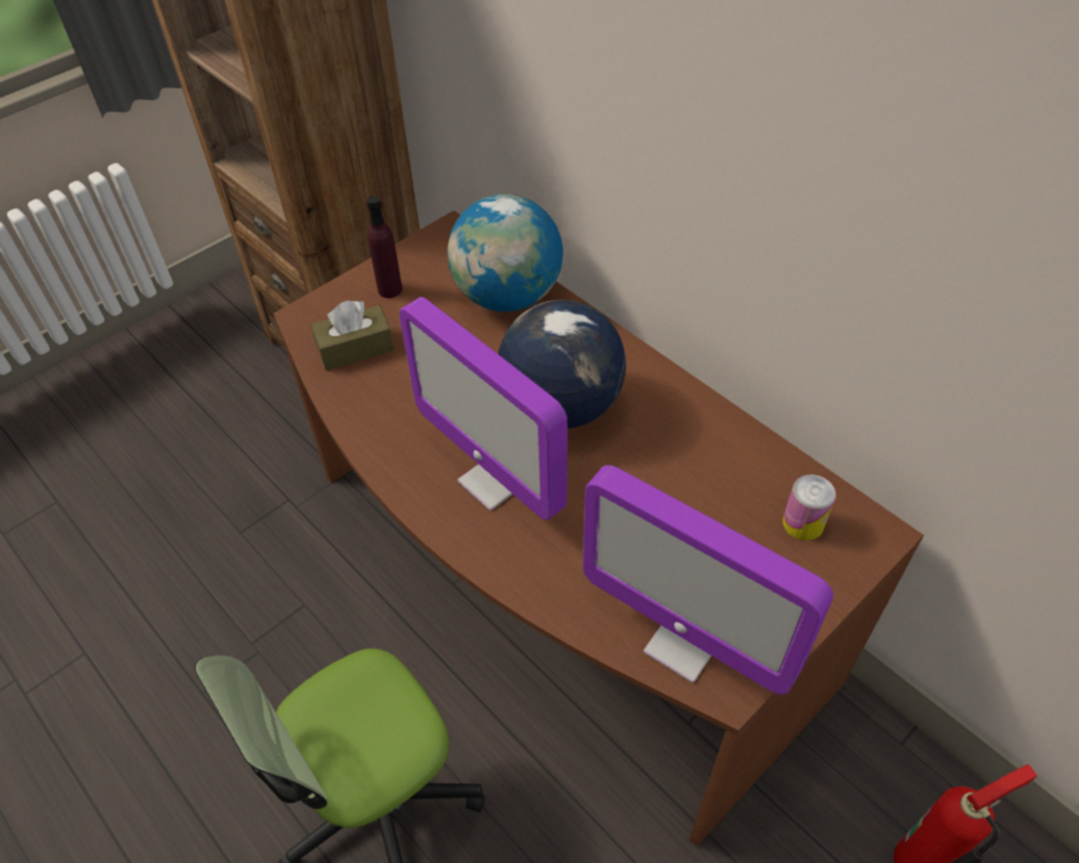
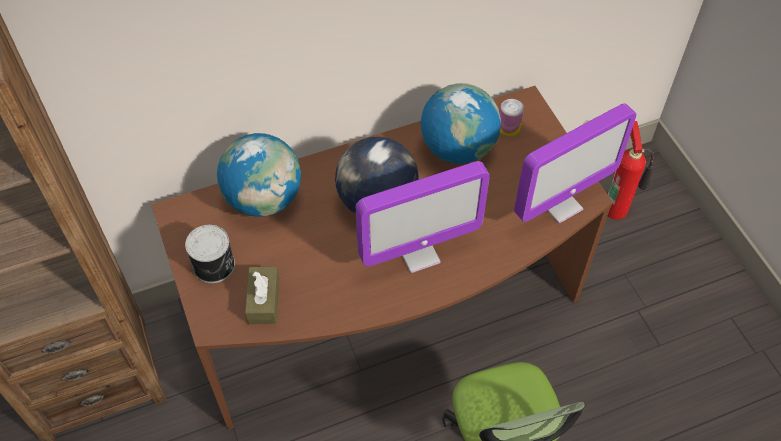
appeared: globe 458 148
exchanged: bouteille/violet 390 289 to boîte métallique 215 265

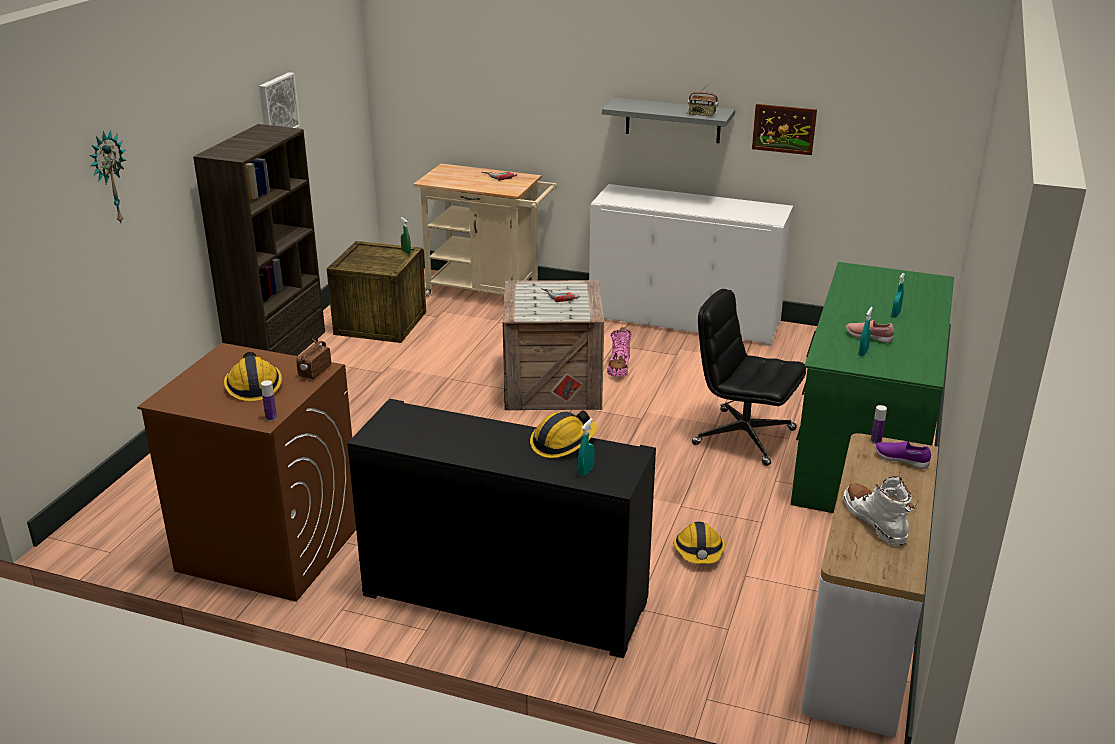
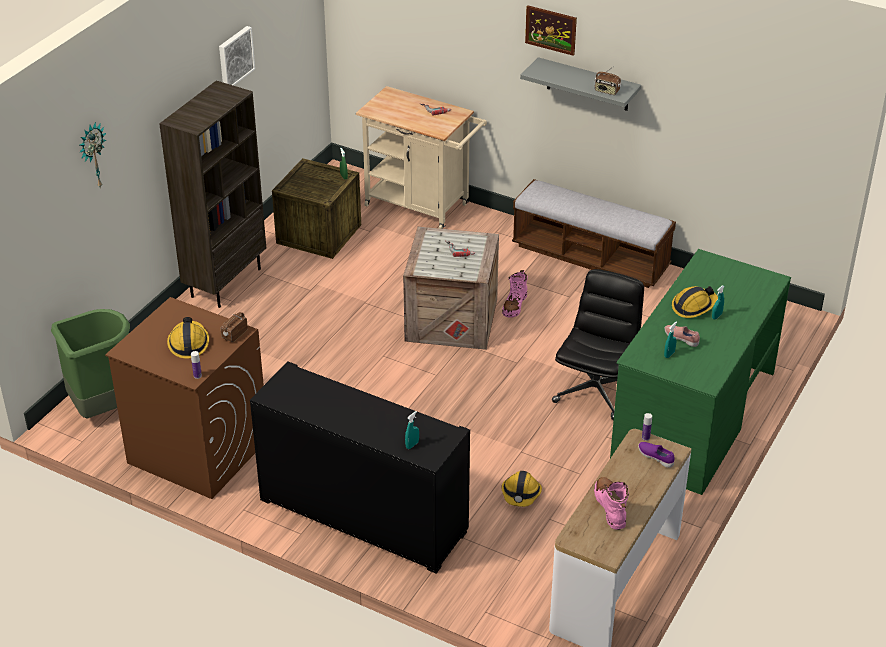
appeared: poubelle/vert 103 407
relocated: casque de chantier 563 442 to 694 306; tableau 784 129 to 551 30
exchanged: meuble de rangement/blanc 684 320 to banc 590 257
colour: botte/blanc 875 521 to botte/rose 610 507
spun: chaise de bureau/noir 742 437 = 595 391 75 degrees clockwise

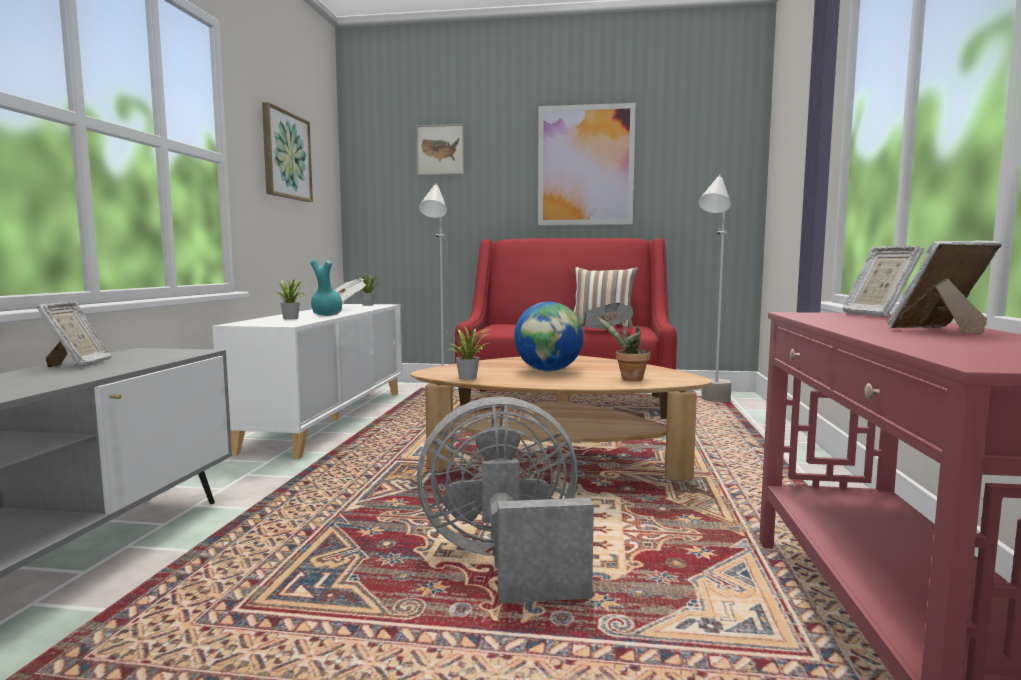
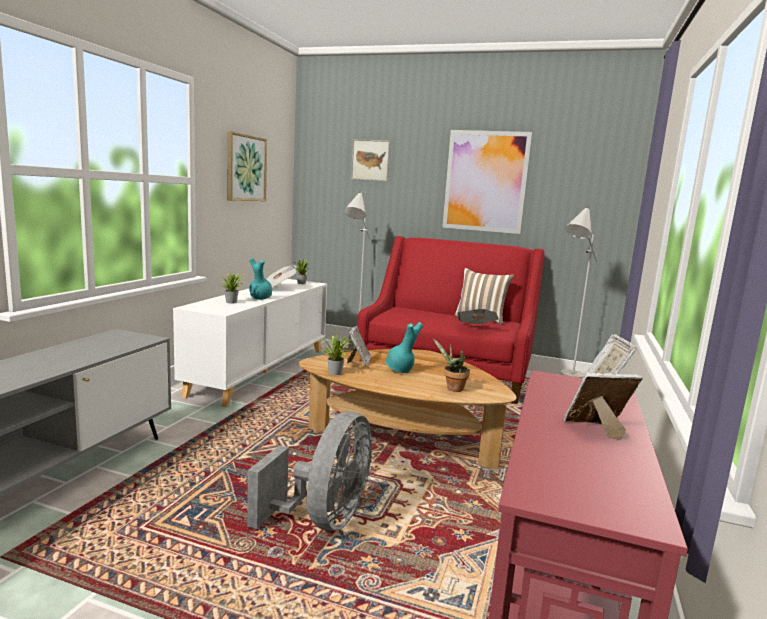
relocated: cadre photo 78 364 to 359 362
exchanged: globe 548 371 to vase/turquoise 400 371
spun: ventilateur/gris 506 562 = 323 519 105 degrees clockwise

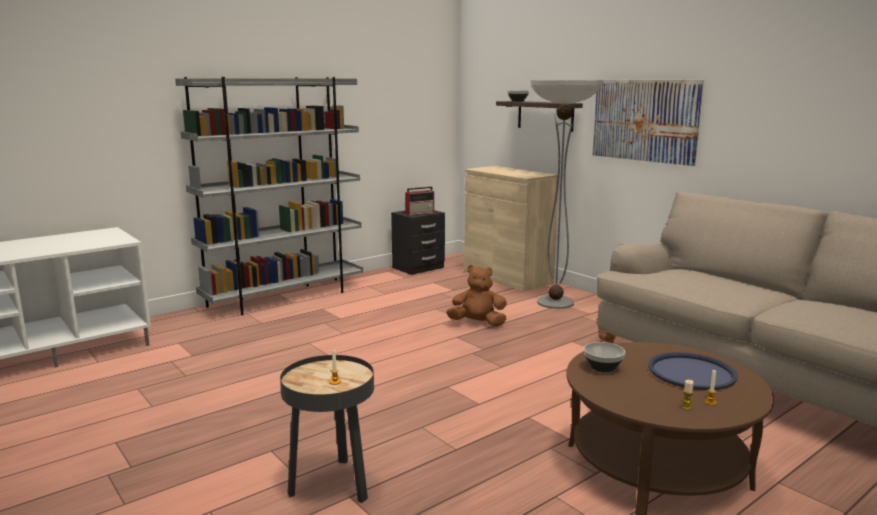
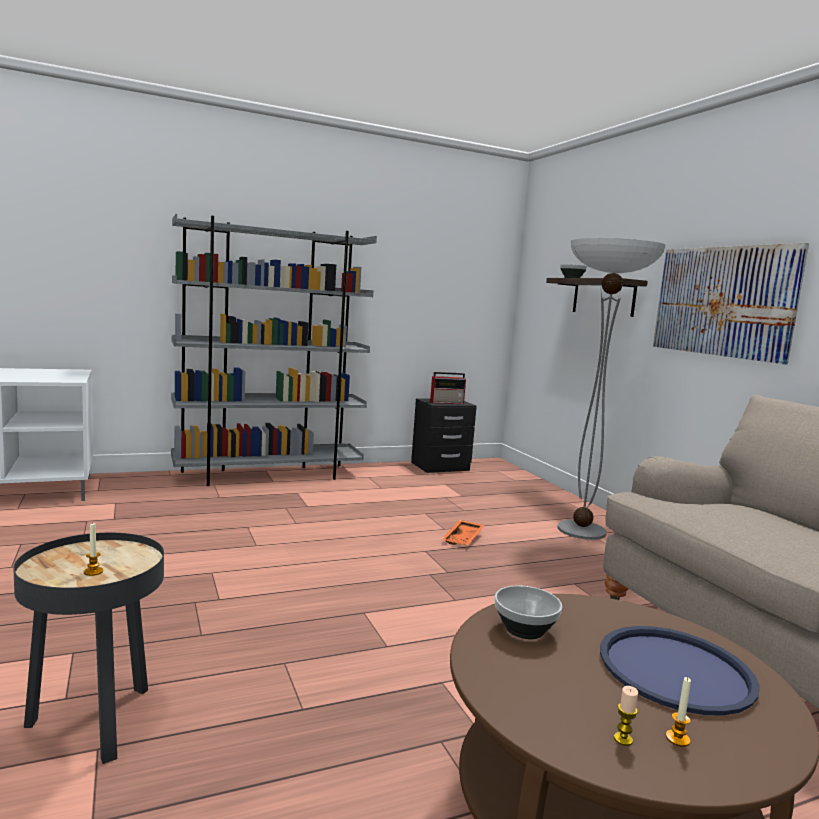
missing: meuble de rangement/beige 507 277
exchanged: peluche/marron 477 323 to plateau/orange 463 539

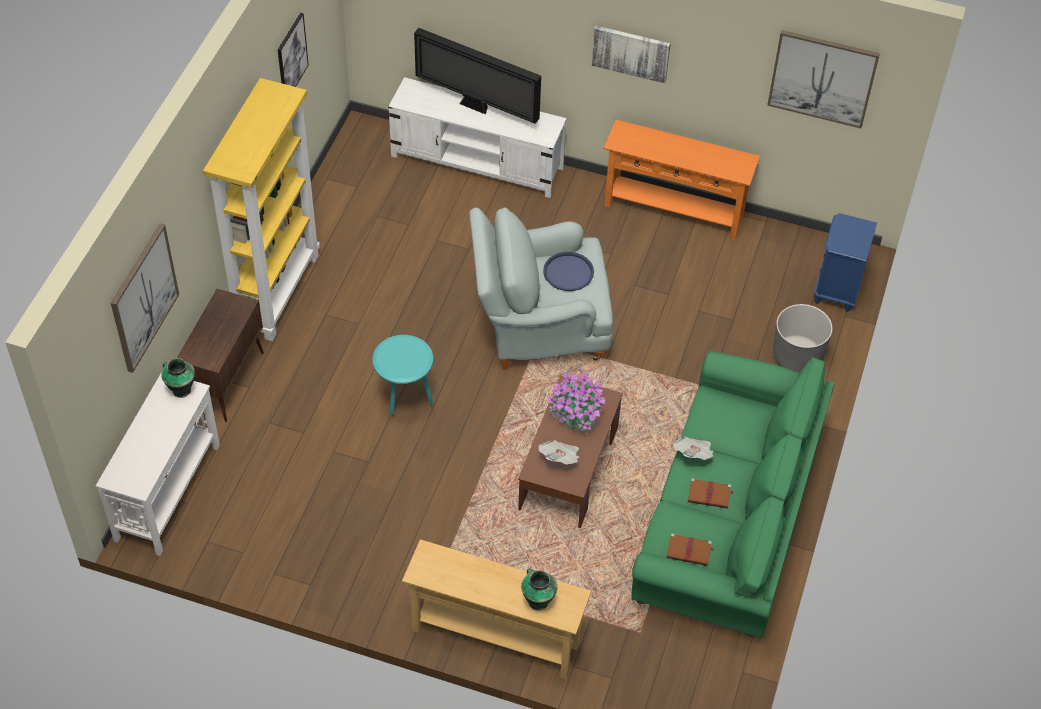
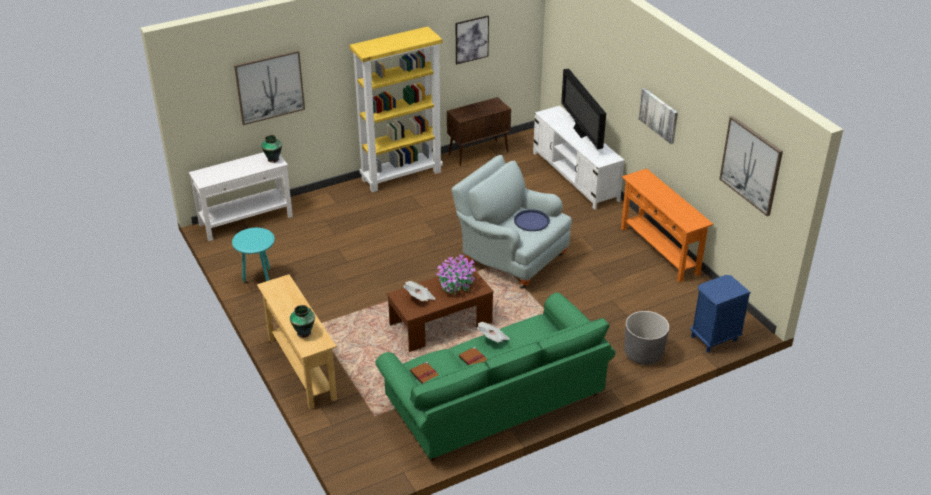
relocated: meuble de rangement/marron 227 380 to 479 153; table d'appoint/turquoise 405 403 to 259 281

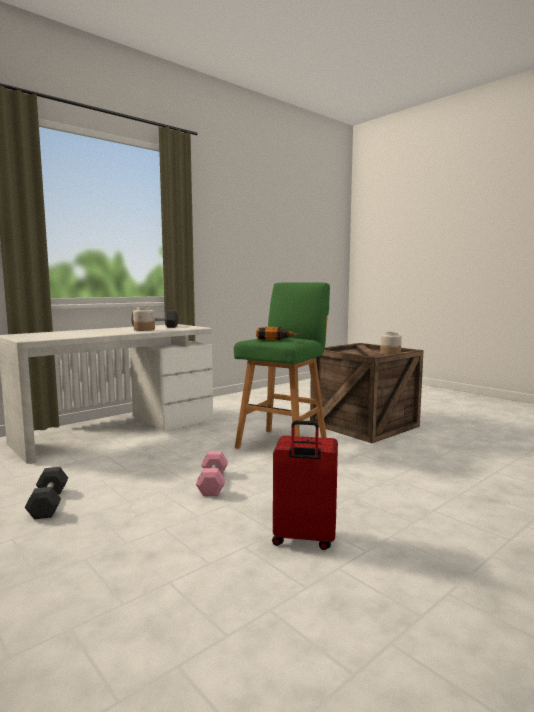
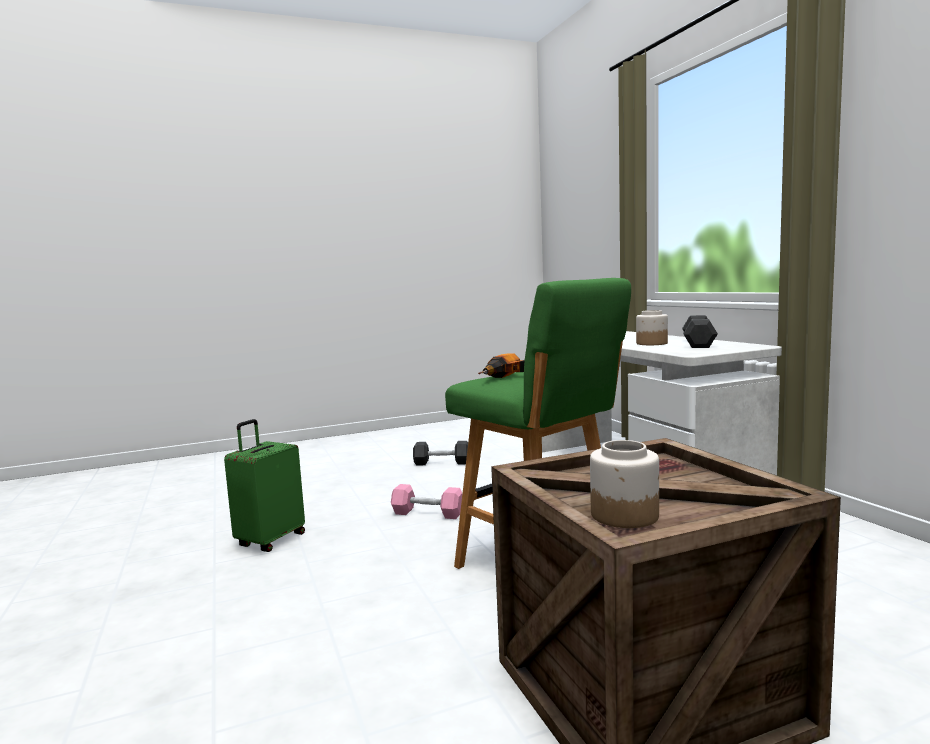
colour: valise/rouge 304 539 to valise/vert 270 540

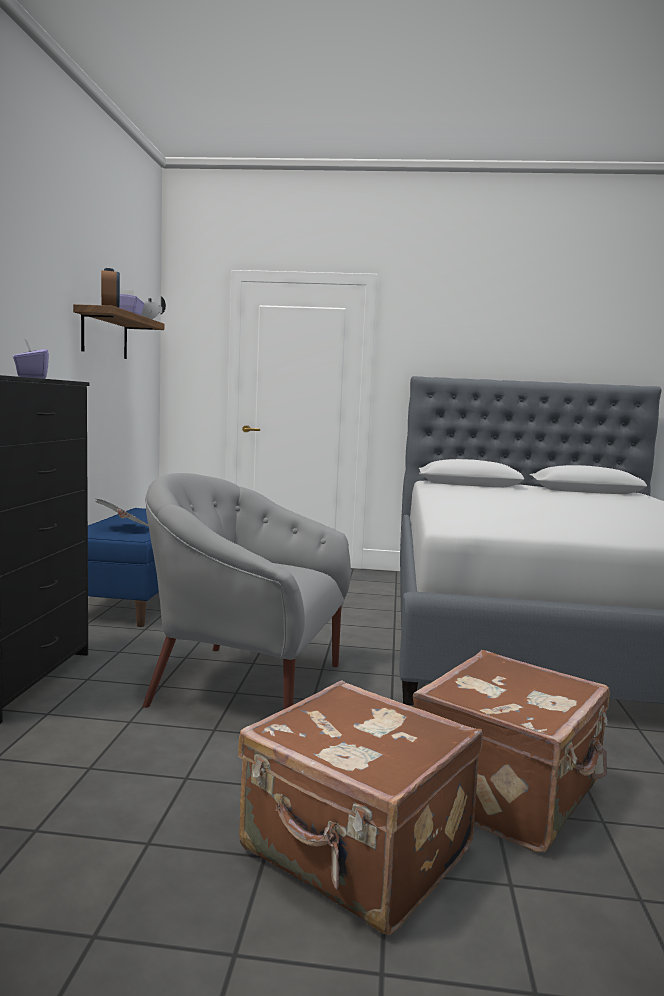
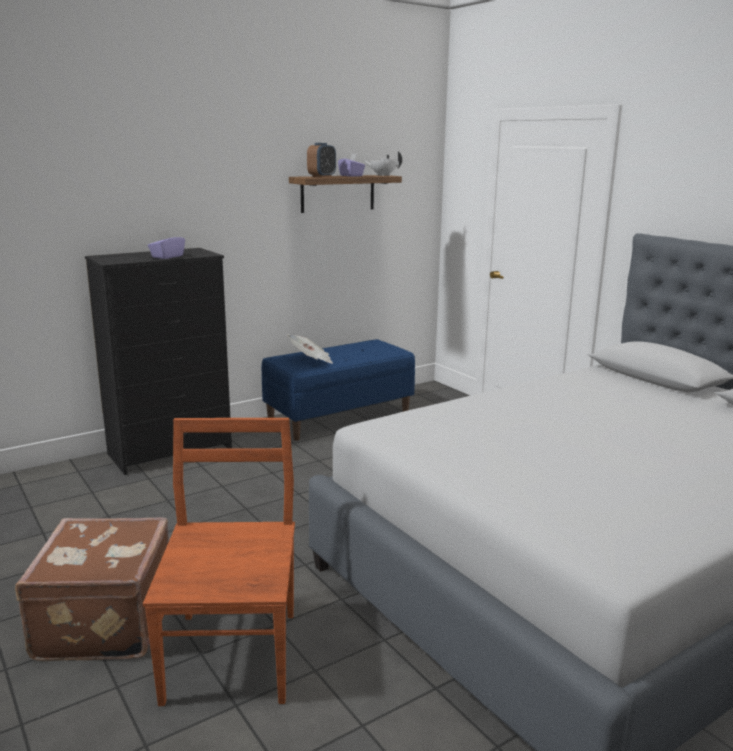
missing: fauteuil/gris 246 685
exchanged: valise/marron 509 792 to chaise/marron 233 652

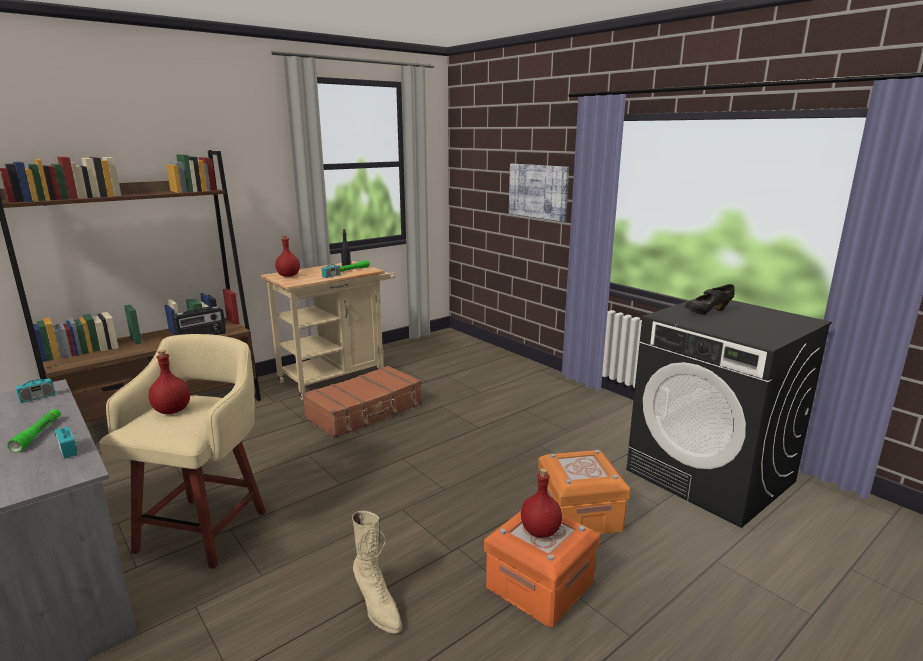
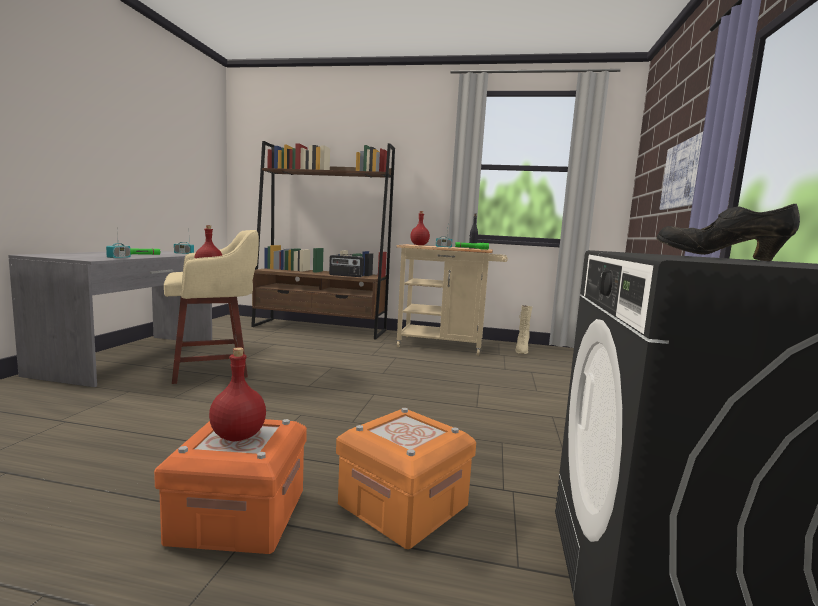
missing: valise/marron 365 411
relocated: botte/beige 377 607 to 521 350

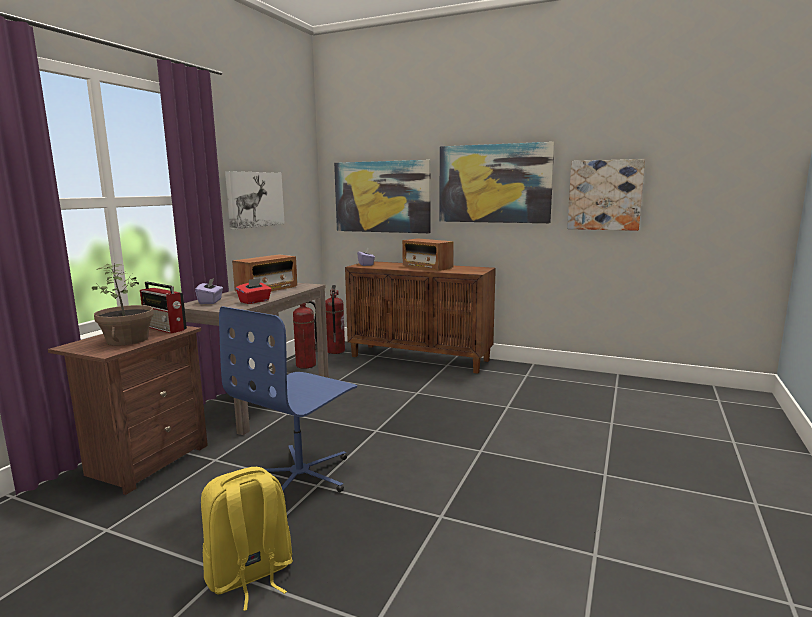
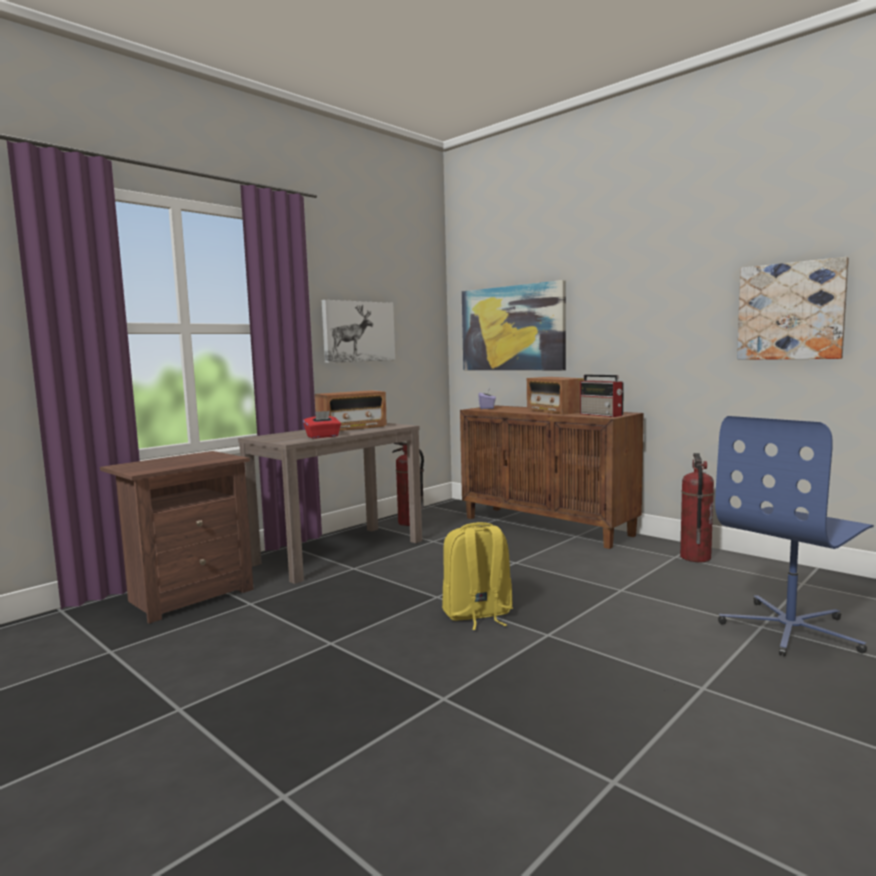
missing: plante en pot 128 340; boîte à mouchoirs/violet 210 301; tableau 494 183
relocated: radio 165 328 to 601 415; sac à dos/jaune 249 576 to 477 615; chaise de bureau/bleu 301 476 to 791 630; extincteur 335 351 to 695 557

